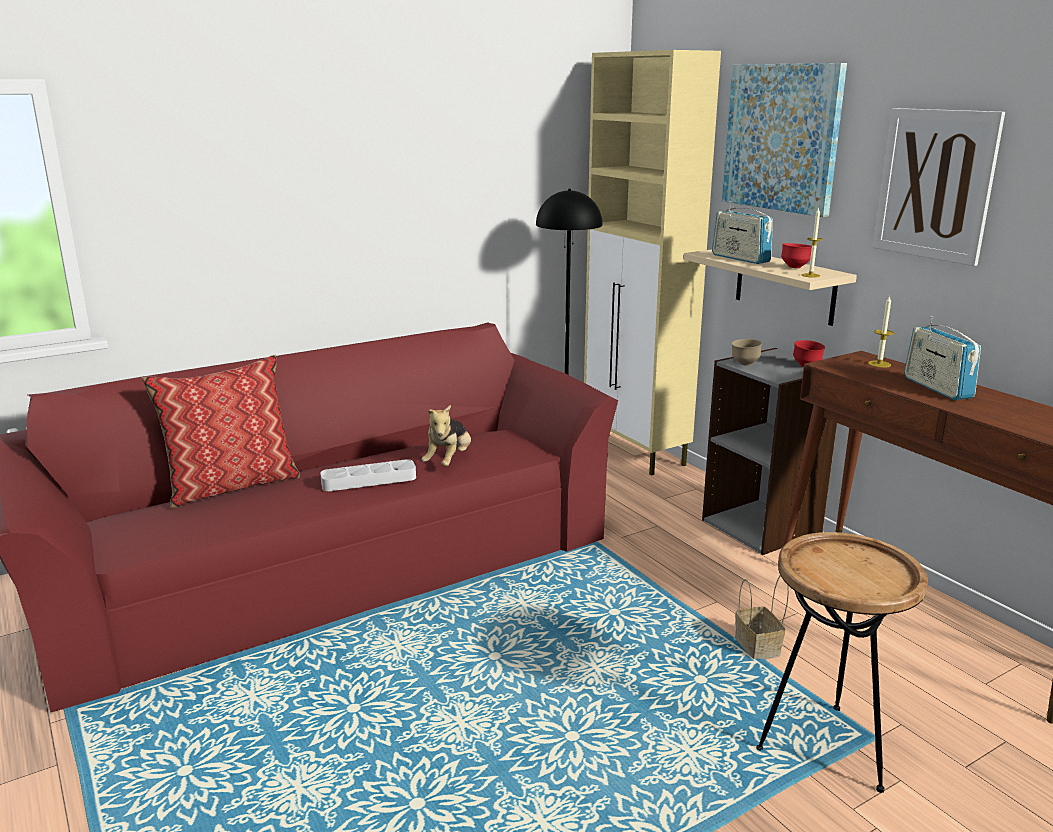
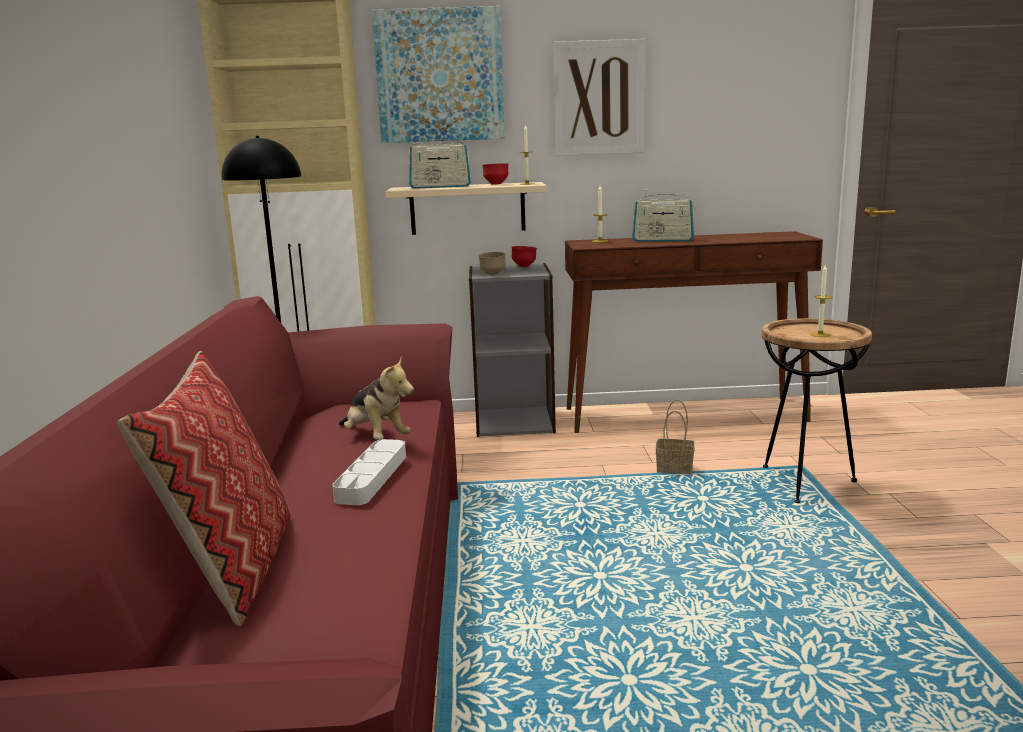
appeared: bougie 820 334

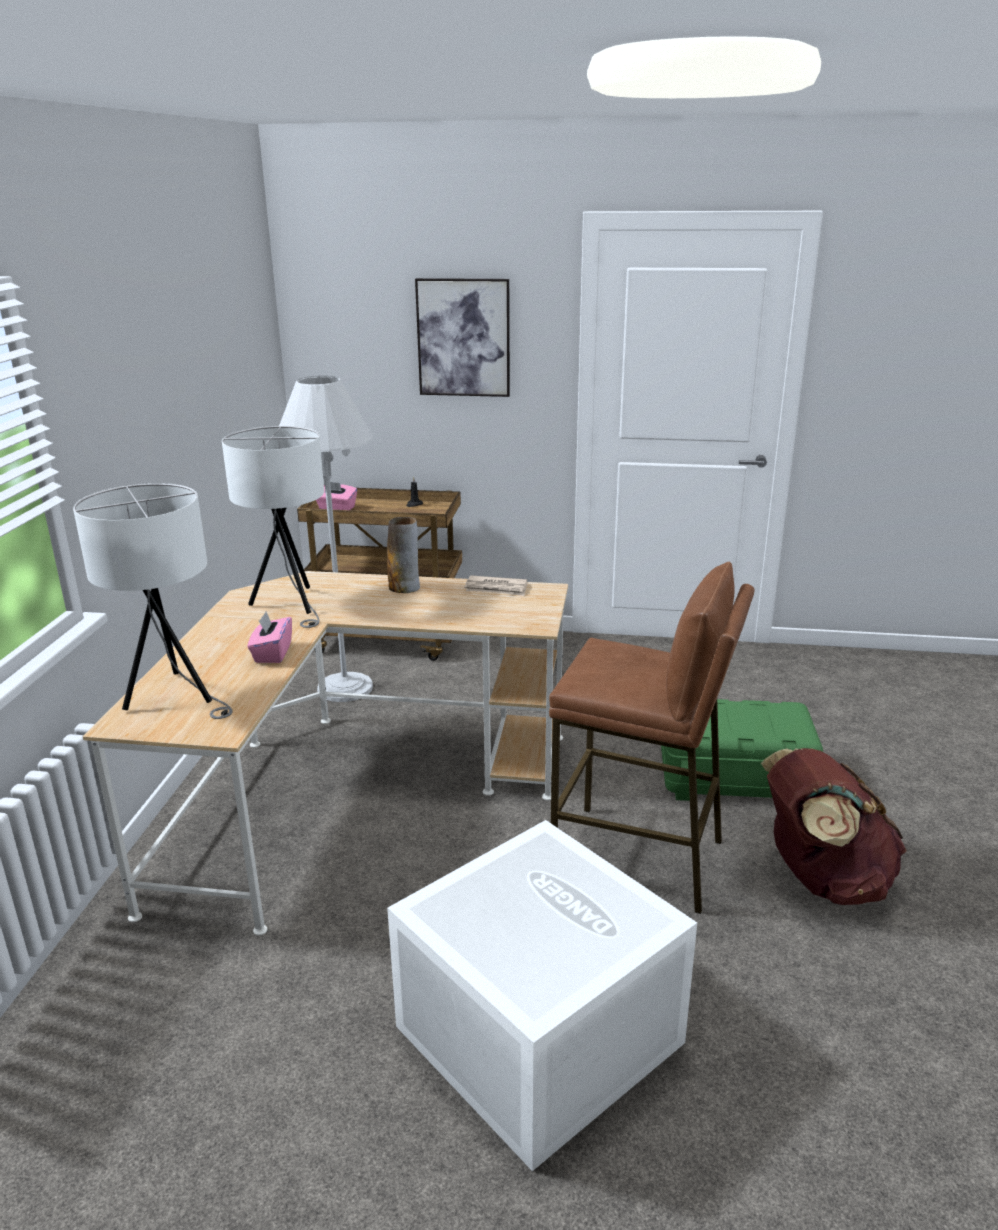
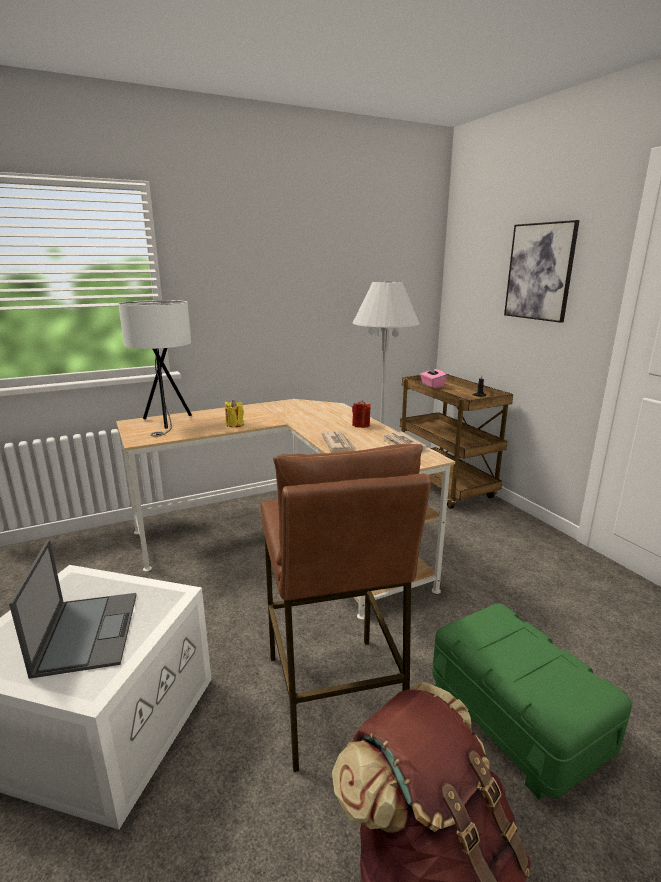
missing: lampe de table/blanc 290 605
appeared: ordinateur portable 87 631; journal 338 443
exchanged: boîte à mouchoirs/rose 272 653 to bougie/jaune 234 424; vase 404 587 to bougie/rouge 361 425

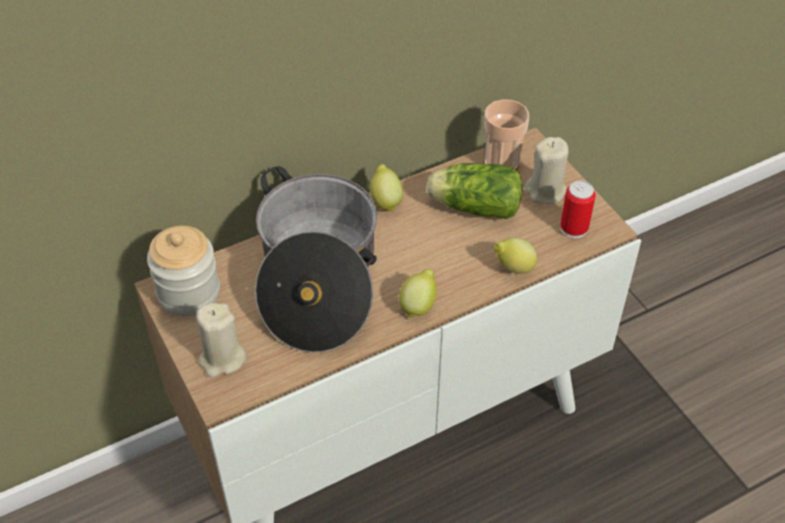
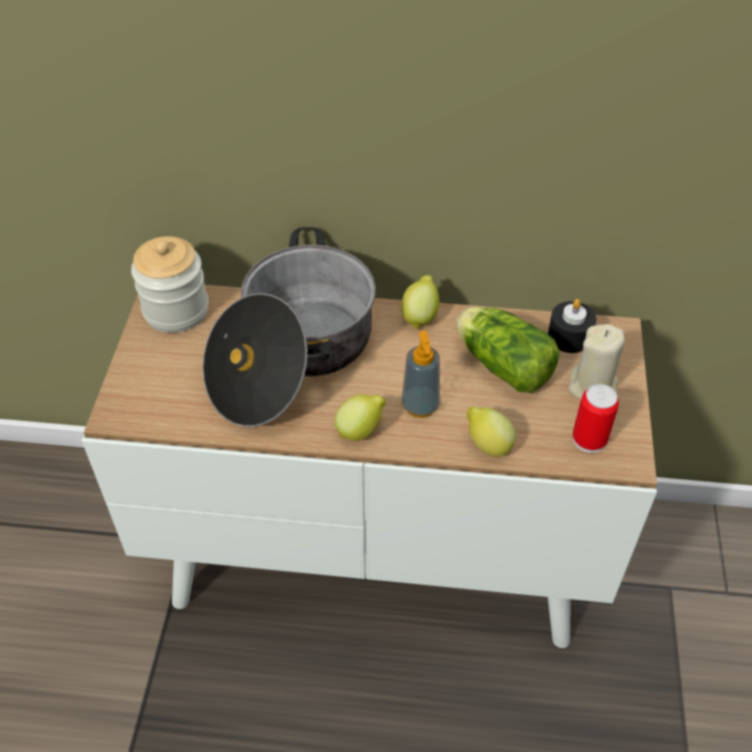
missing: bougie/beige 222 358
appeared: distributeur de savon 420 406
exchanged: tasse 501 163 to bougie/noir 569 336

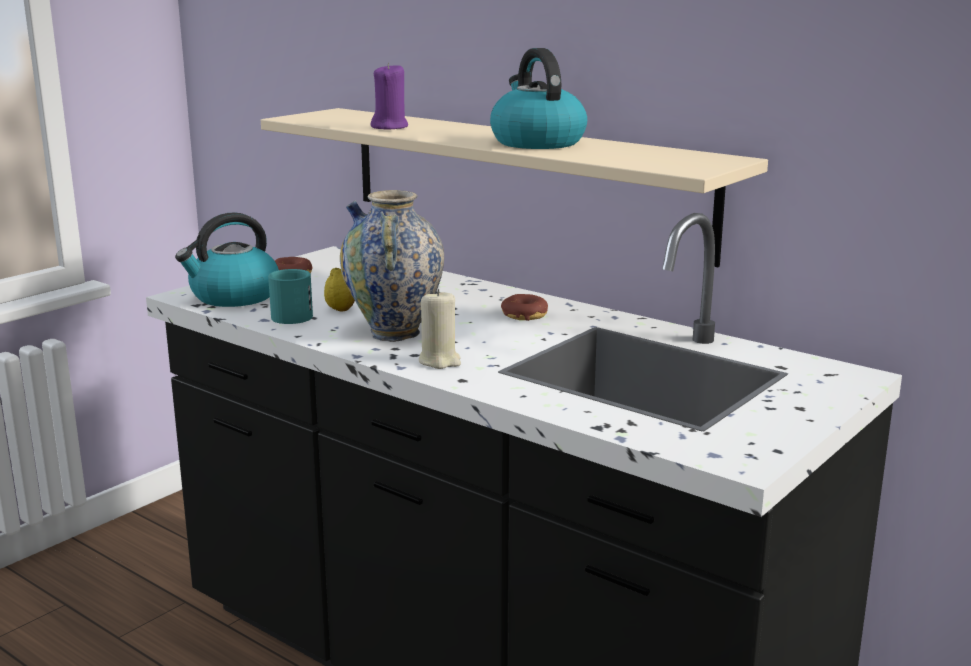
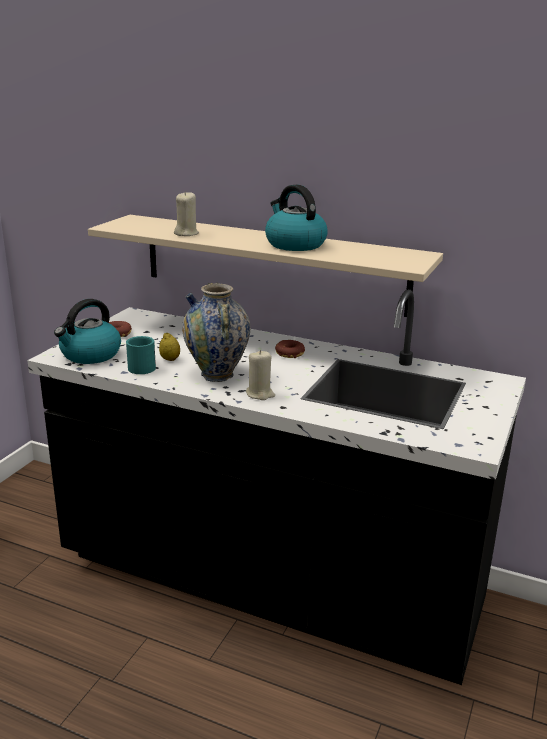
colour: bougie/violet 390 127 to bougie/beige 186 233

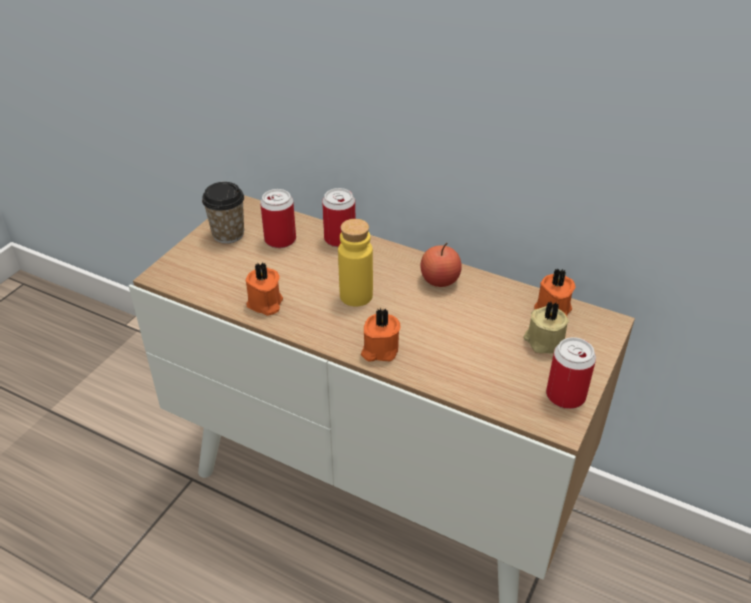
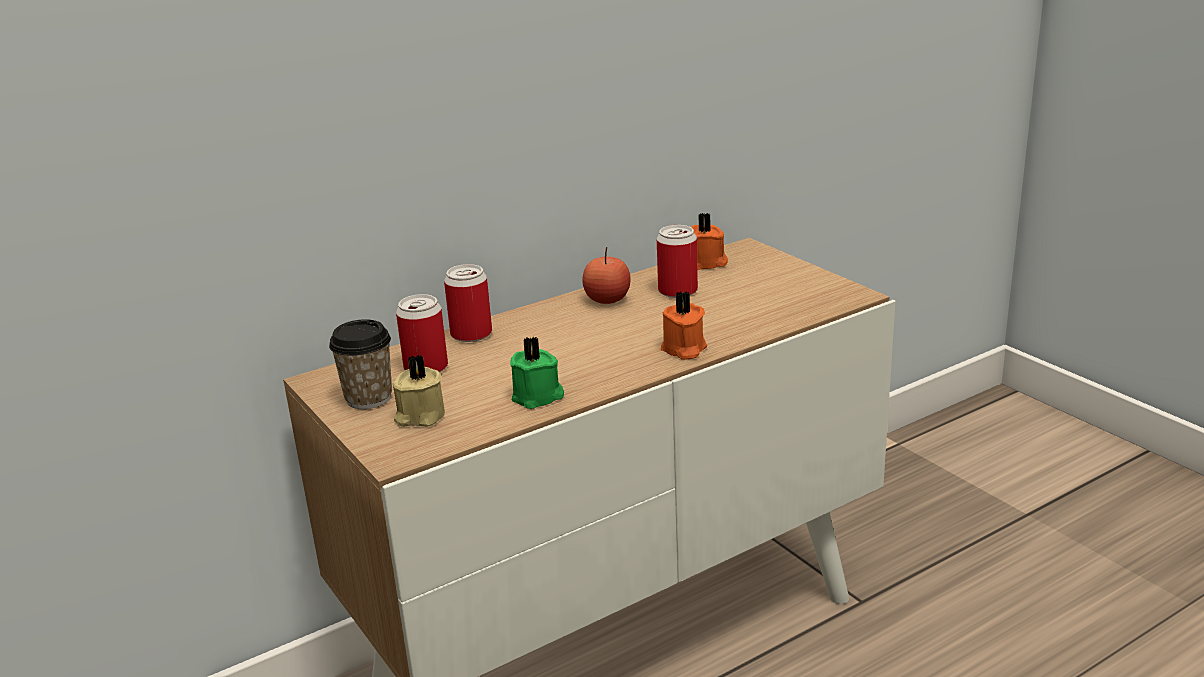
missing: bouteille/jaune 356 296
relocated: bougie/beige 543 341 to 420 416; boîte métallique 565 395 to 677 291
colour: bougie/orange 265 304 to bougie/vert 538 397

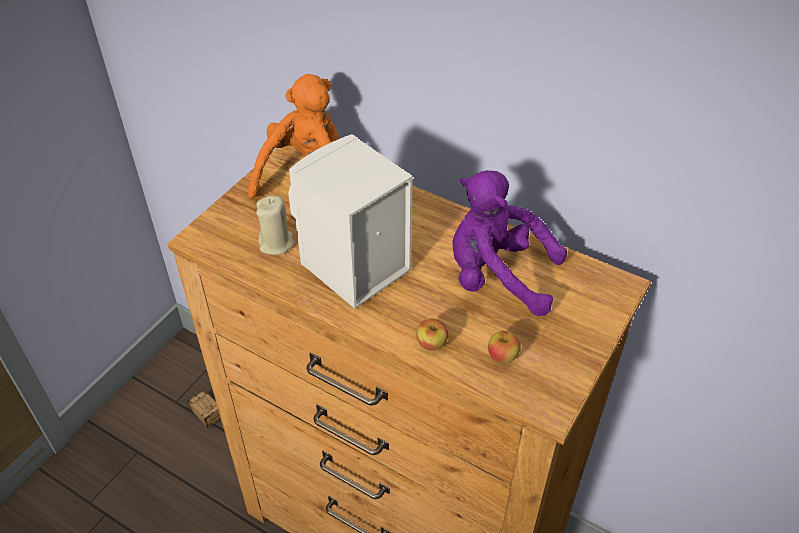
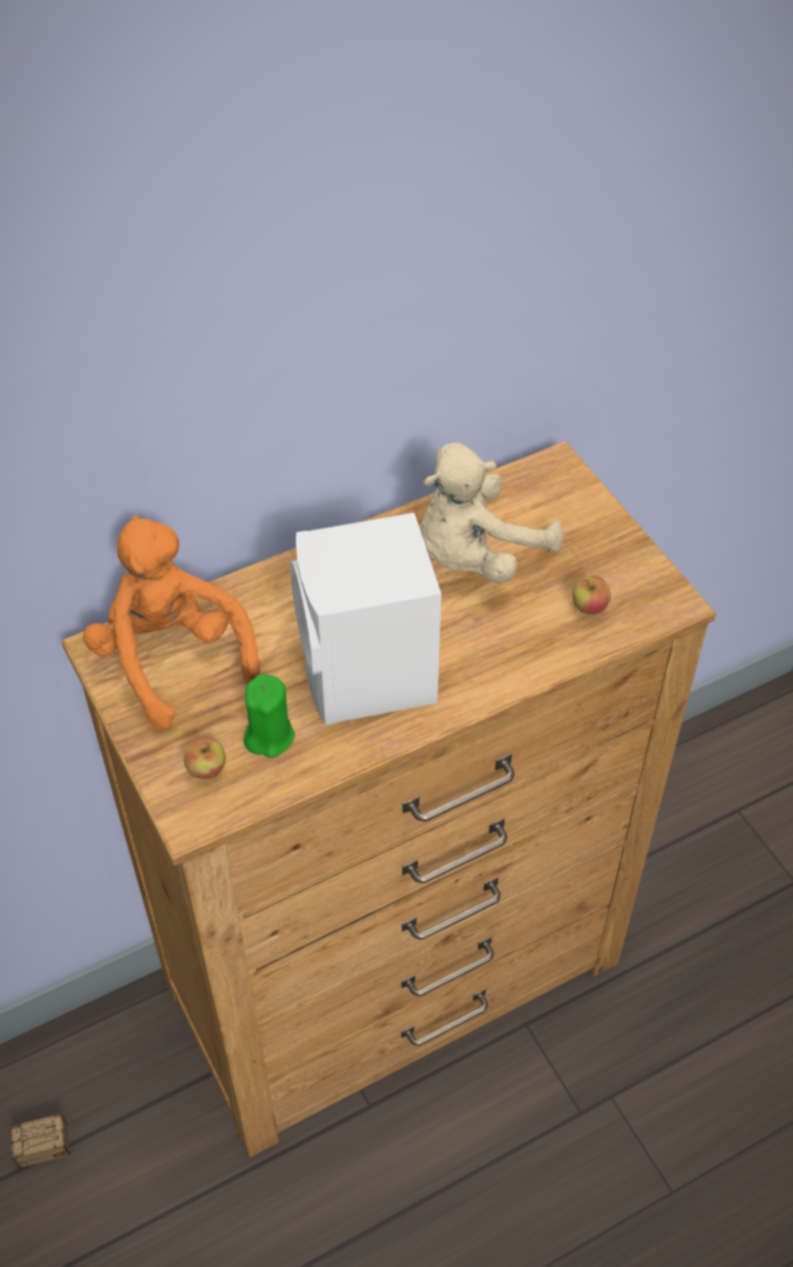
relocated: pomme 431 344 to 207 769
colour: bougie/beige 276 243 to bougie/vert 269 736; peluche/violet 497 277 to peluche/beige 476 555

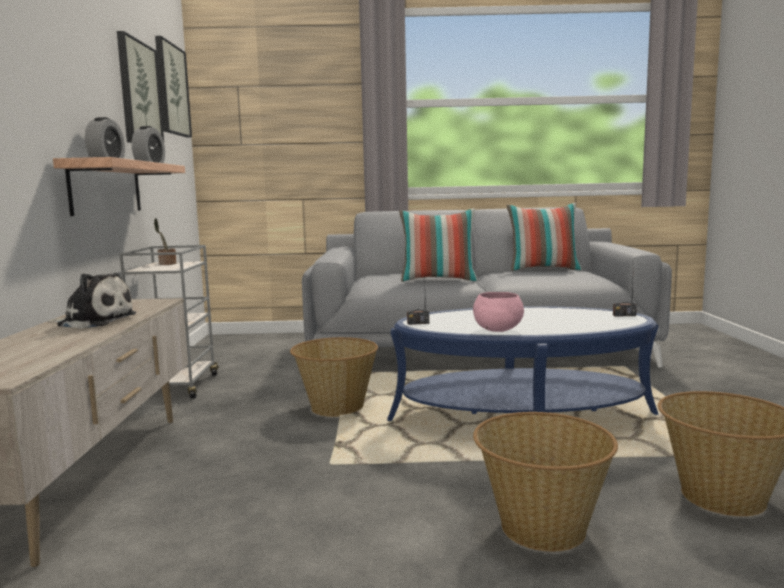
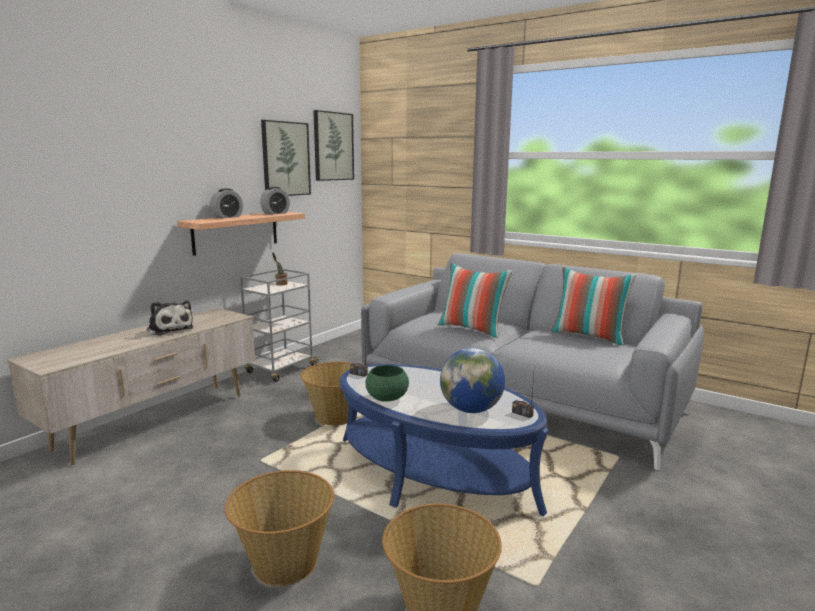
appeared: globe 471 409
colour: bol/rose 497 330 to bol/vert 386 398

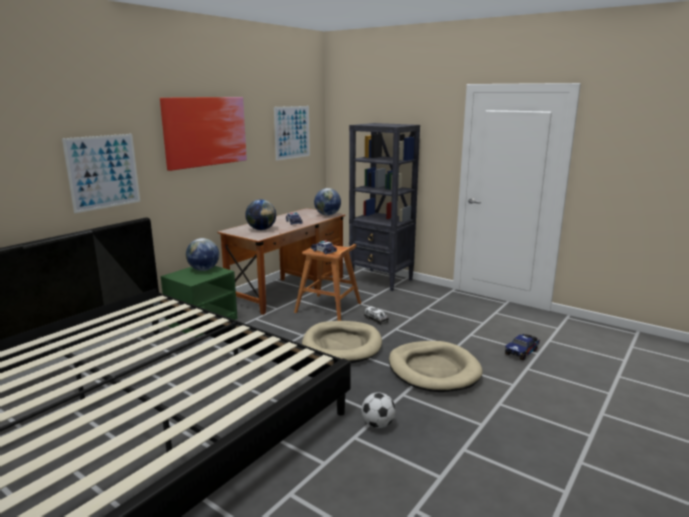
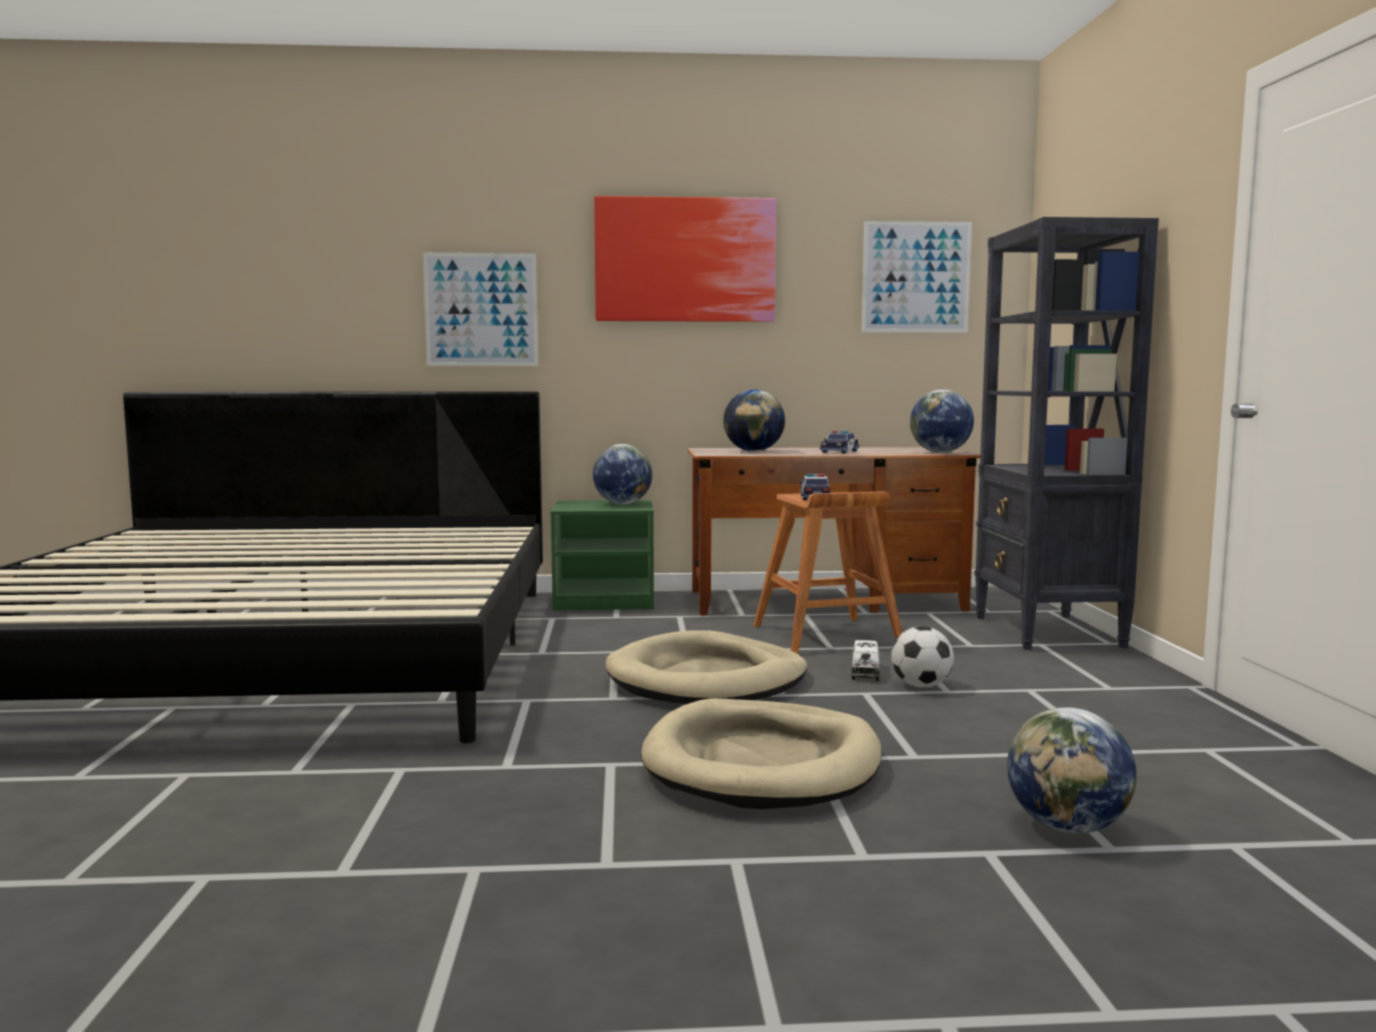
relocated: ballon de foot 378 424 to 921 686
exchanged: camion jouet 522 352 to globe 1067 827

